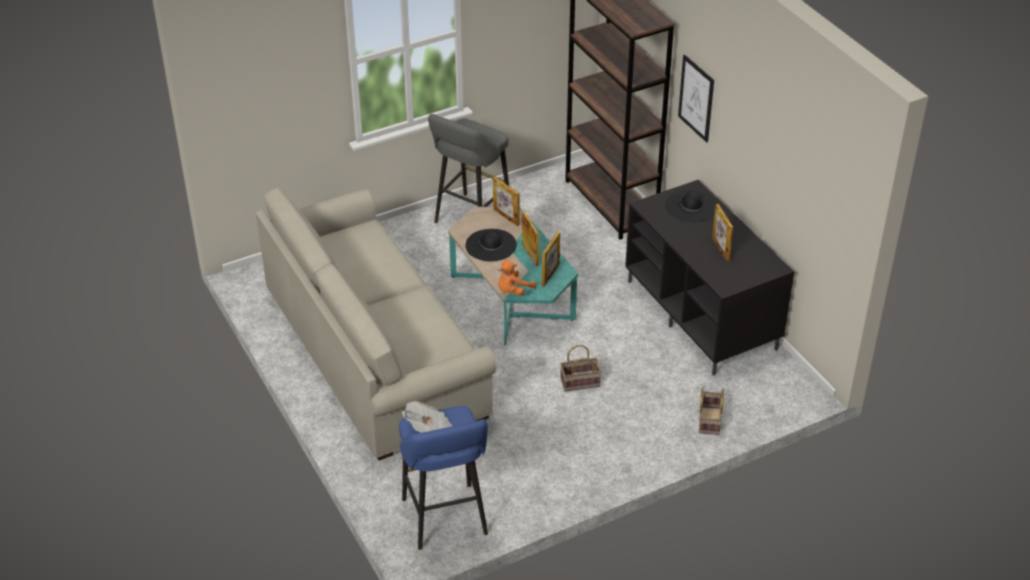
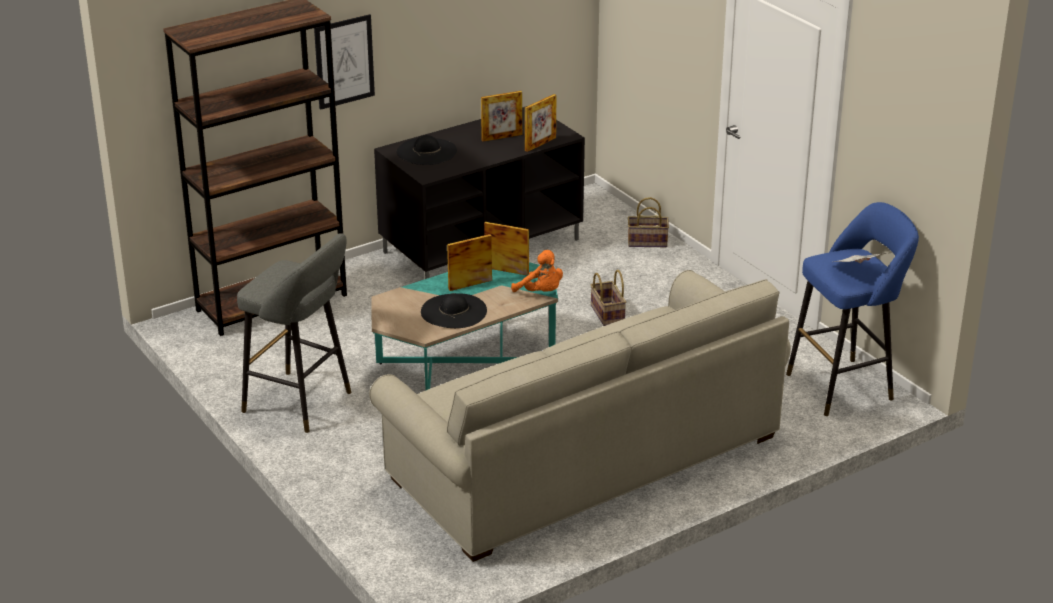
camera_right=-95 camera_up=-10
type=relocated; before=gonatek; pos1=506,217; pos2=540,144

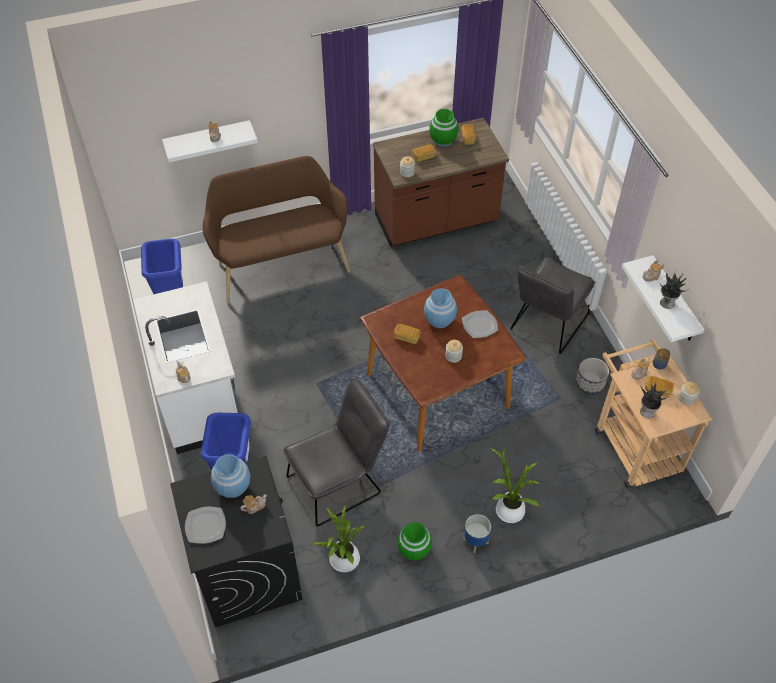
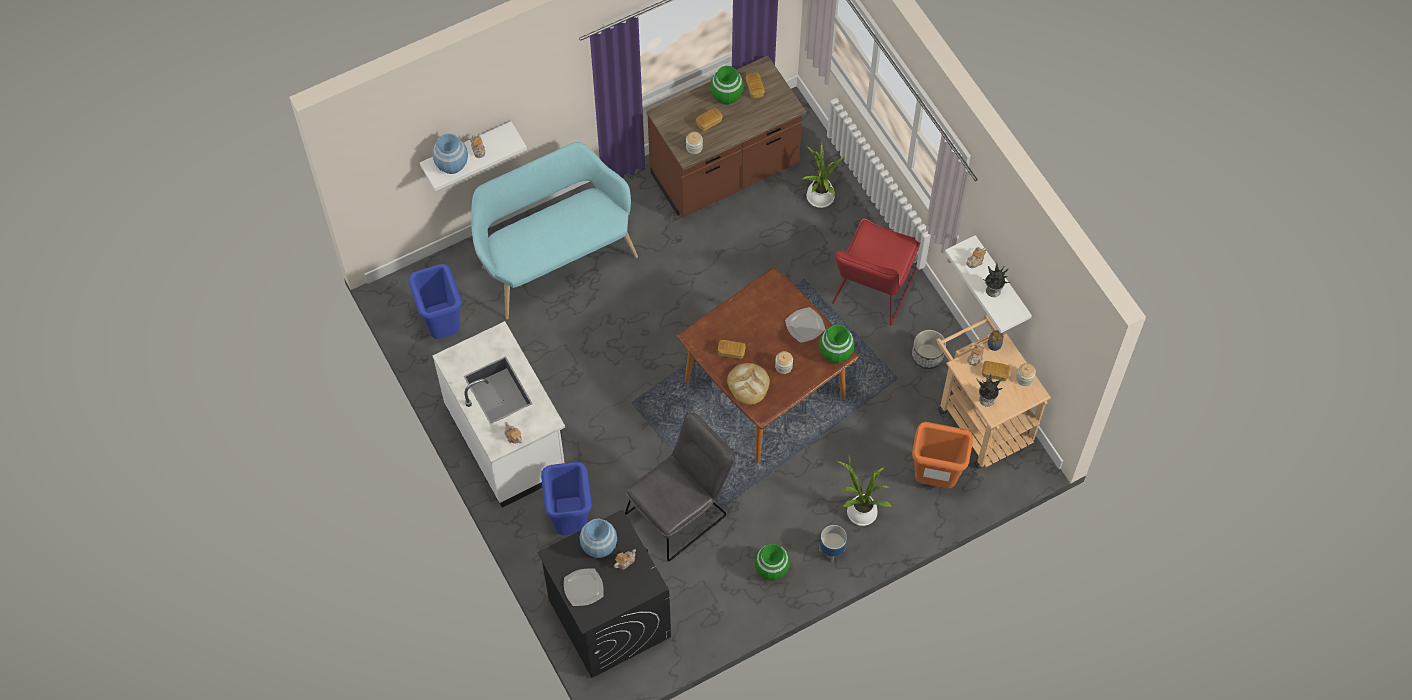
camera_right=-10 camera_up=10
type=colour; before=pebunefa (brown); after=pebunefa (turquoise); pos1=280,264; pos2=554,258
type=relocated; before=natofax; pos1=343,561; pos2=819,199
type=relocated; before=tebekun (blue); pos1=439,320; pos2=451,164
type=colour; before=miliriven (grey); after=miliriven (red); pos1=546,325; pos2=871,291
type=appeared; after=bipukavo; pos2=748,384
type=appeared; after=tebekun (green); pos2=835,352
type=appeared; after=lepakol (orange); pos2=934,479

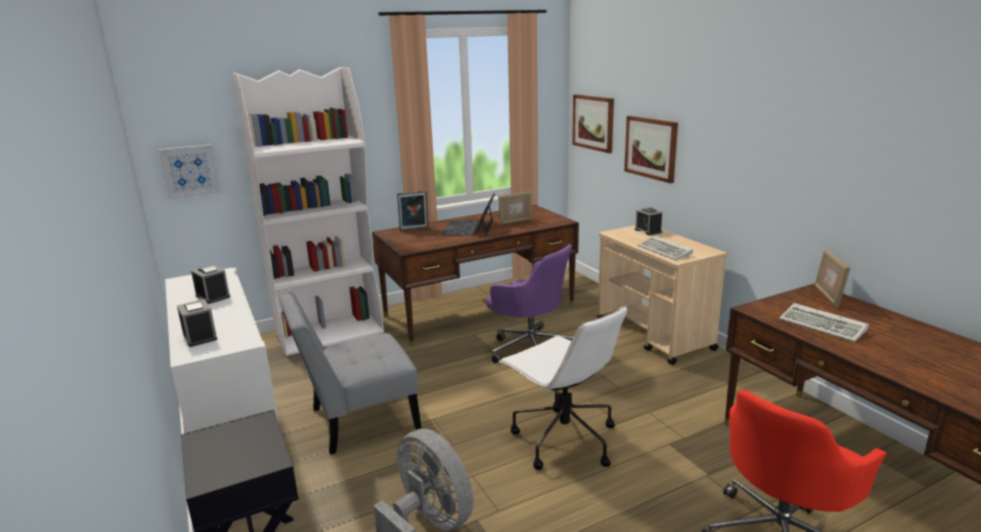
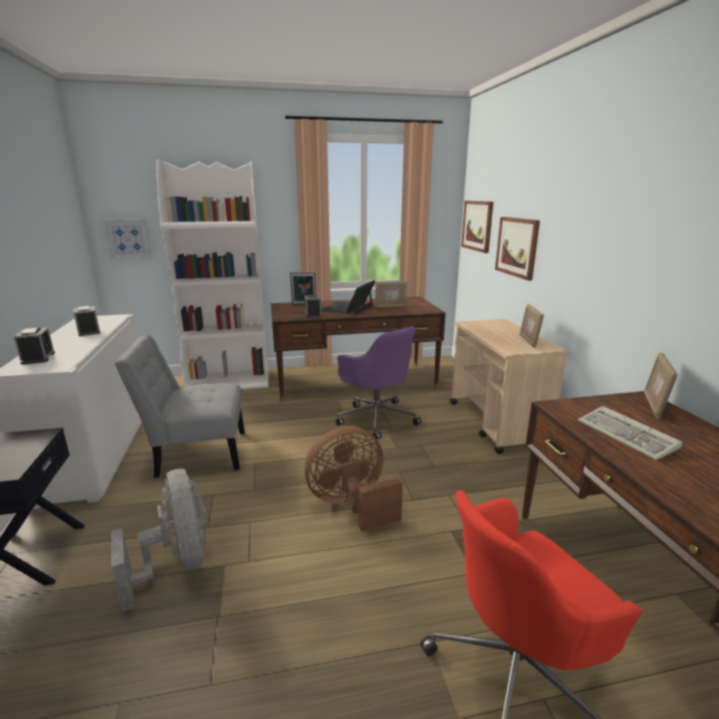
camera_right=15 camera_up=0
type=exchanged; before=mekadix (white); after=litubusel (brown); pos1=563,439; pos2=351,505
type=relocated; before=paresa; pos1=648,231; pos2=313,314
type=missing; before=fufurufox; pos1=665,251
type=appeared; after=gonatek; pos2=528,341

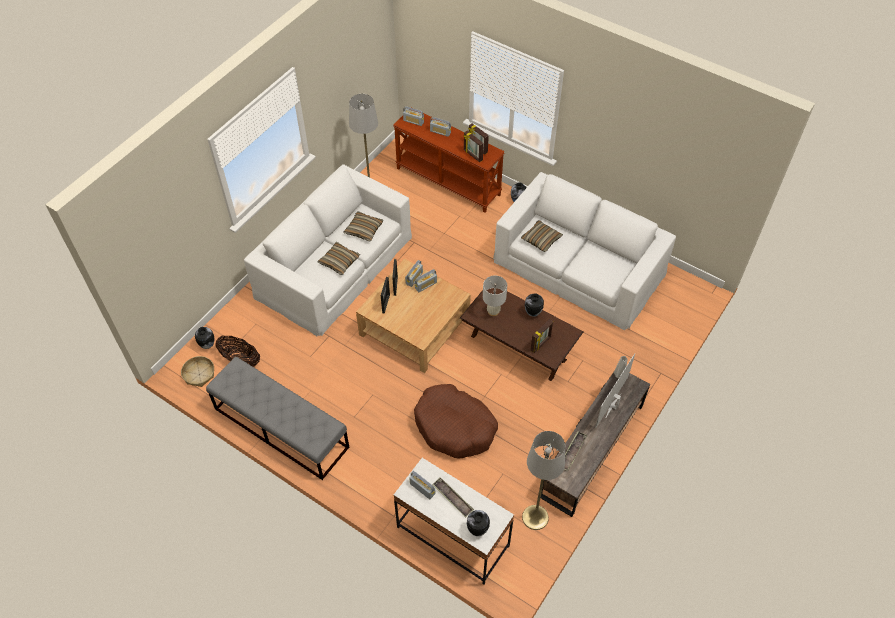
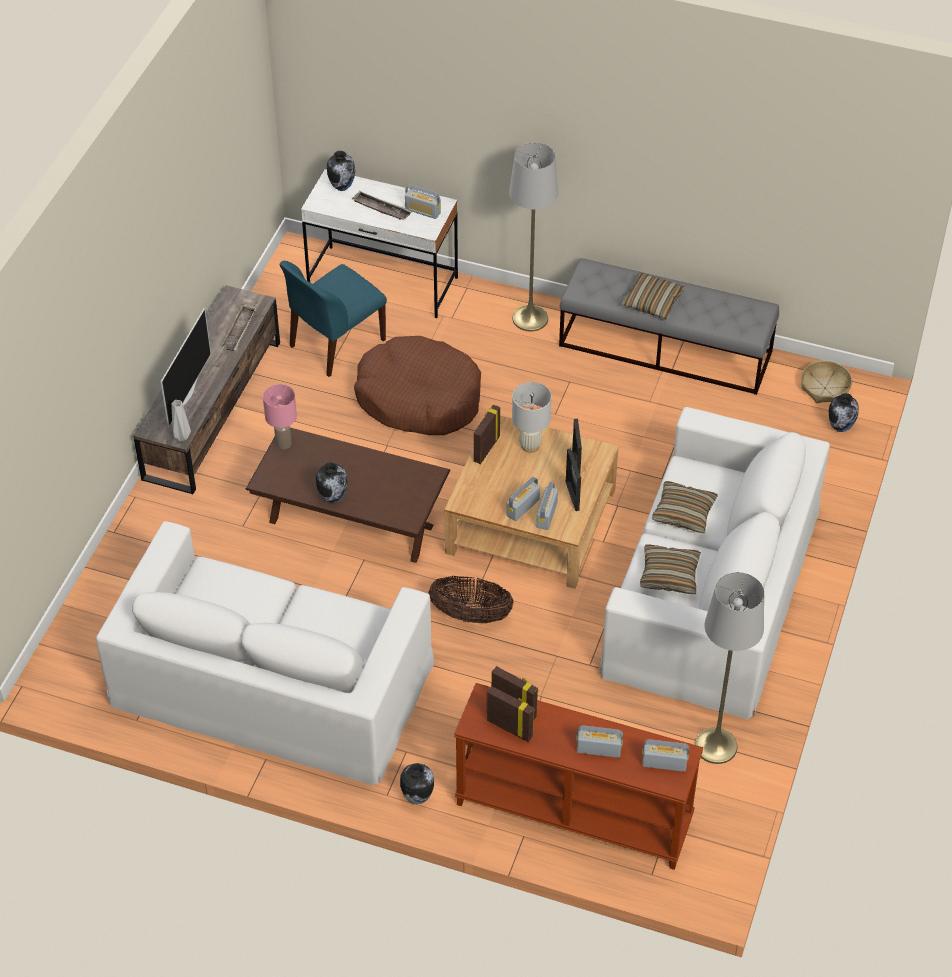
camera_right=165 camera_up=-5
type=relocated; before=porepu; pos1=240,359; pos2=471,615
type=relocated; before=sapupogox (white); pos1=493,311; pos2=530,445
type=relocated; before=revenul; pos1=541,239; pos2=652,302
type=relocated; before=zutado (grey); pos1=535,517; pos2=530,318
type=relocated; before=gonatek; pos1=541,344; pos2=486,449
type=appeared; after=sapupogox (pink); pos2=283,443
type=appeared; after=miliriven (blue); pos2=335,344

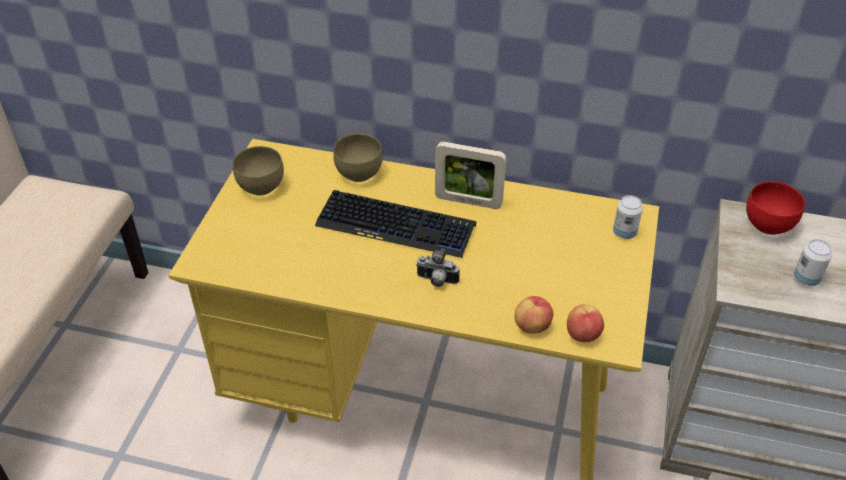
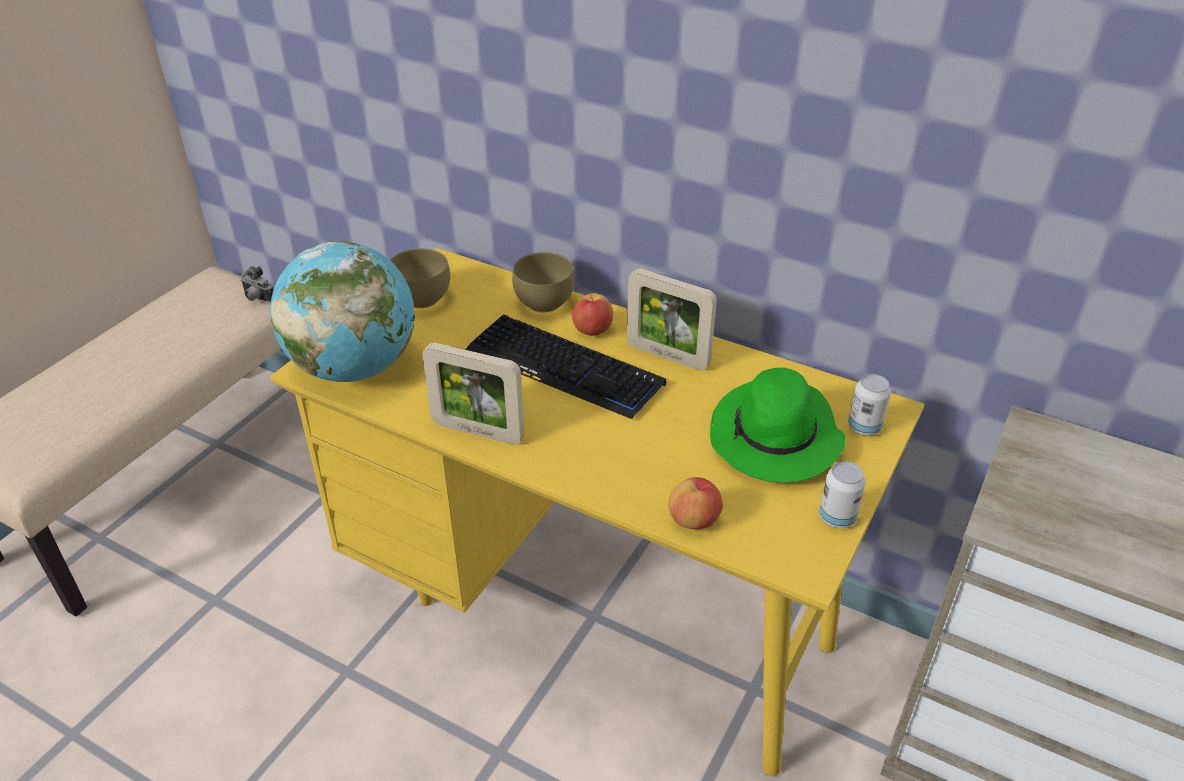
camera_right=15 camera_up=-5
type=relocated; before=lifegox; pos1=436,281; pos2=257,298
type=relocated; before=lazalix; pos1=583,335; pos2=592,331
type=missing; before=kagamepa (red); pos1=770,225
type=relocated; before=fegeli; pos1=806,279; pos2=837,518
type=appeared; after=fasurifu; pos2=354,368
type=appeared; after=gonatek; pos2=477,431
type=appeared; after=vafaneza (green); pos2=775,438

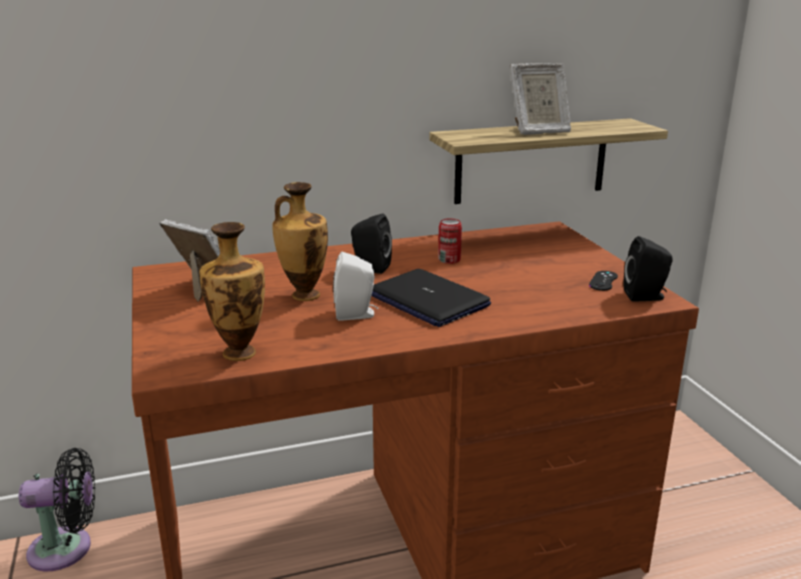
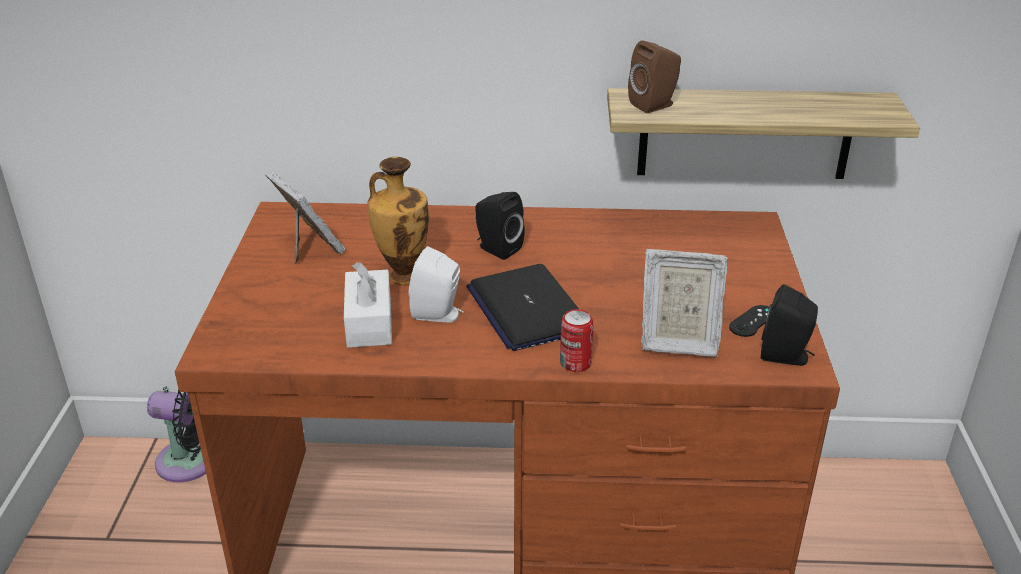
camera_right=20 camera_up=10
type=missing; before=tebekun; pos1=239,352
type=relocated; before=fegeli; pos1=449,260; pos2=575,363
type=relocated; before=gonatek; pos1=538,131; pos2=677,341
type=appeared; after=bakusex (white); pos2=369,322
type=appeared; after=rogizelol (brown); pos2=655,105

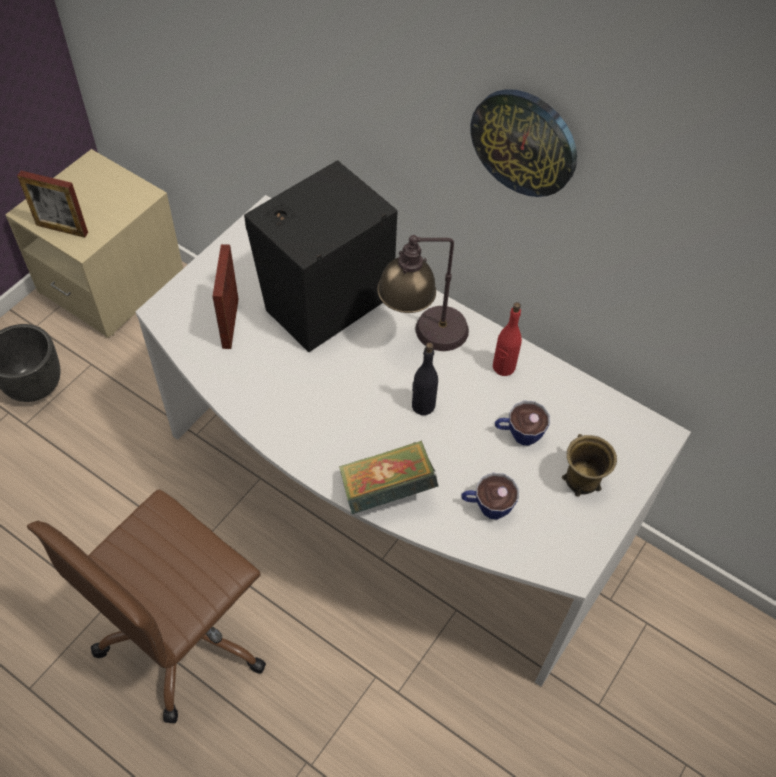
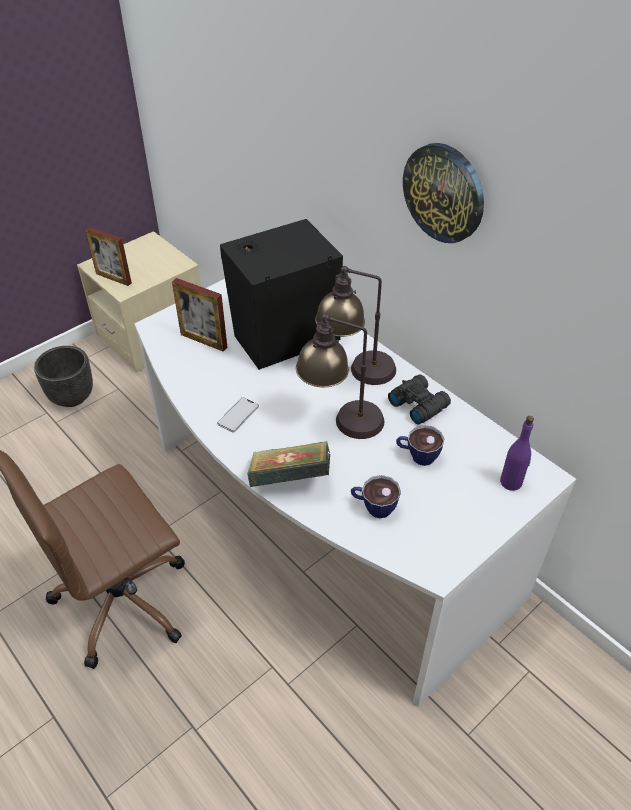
camera_right=15 camera_up=-10
type=spun; before=gonatek; pos1=230,323; pos2=203,341; turn=-75
type=exchanged; before=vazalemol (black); after=sapupogox; pos1=422,405; pos2=340,421
type=exchanged; before=vazalemol (red); after=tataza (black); pos1=503,367; pos2=418,403
type=missing; before=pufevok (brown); pos1=581,480
type=appeared; after=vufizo; pos2=238,415
type=appeared; after=vazalemol (purple); pos2=511,482

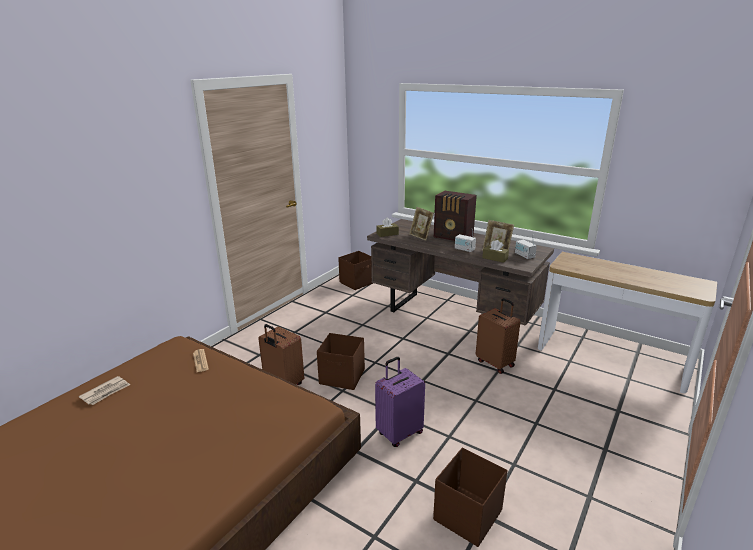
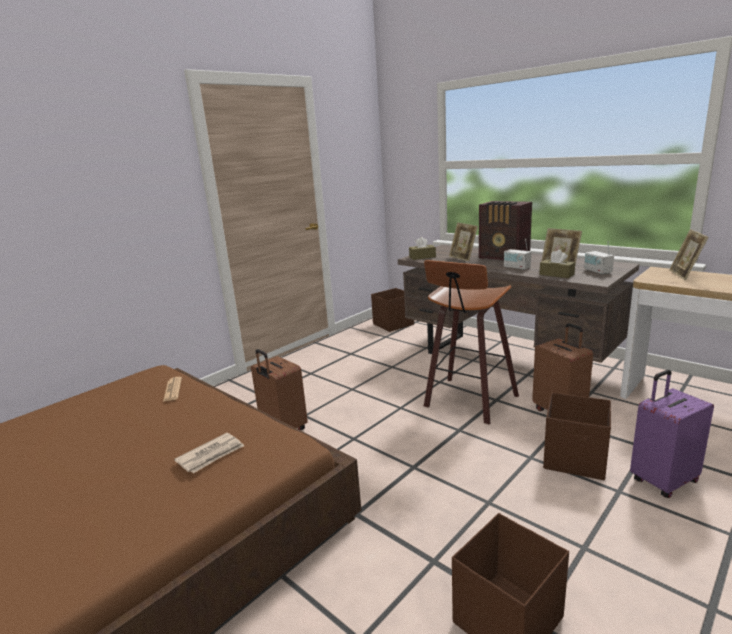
camera_right=10 camera_up=-5
type=relocated; before=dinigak; pos1=106,392; pos2=211,455
type=relocated; before=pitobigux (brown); pos1=342,377; pos2=575,460
type=relocated; before=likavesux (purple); pos1=399,433; pos2=662,480
type=appeared; after=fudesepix; pos2=468,401
type=appeared; after=gonatek; pos2=684,275

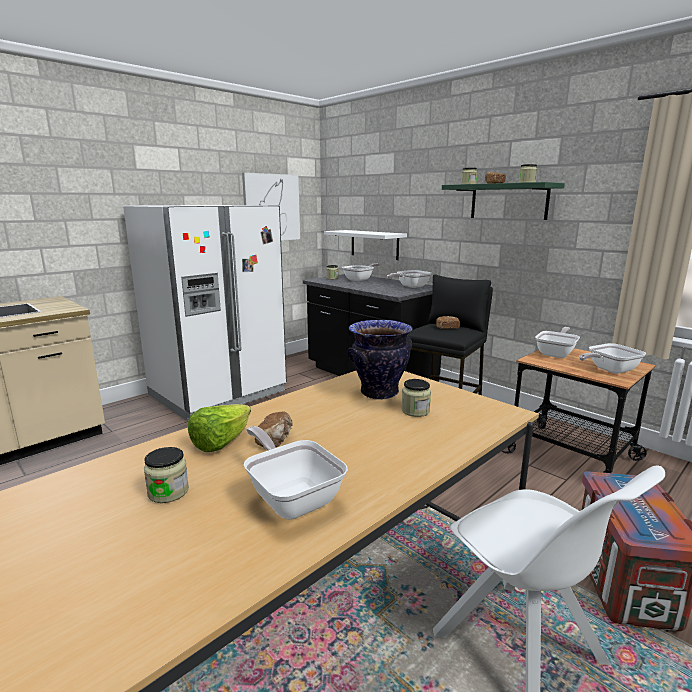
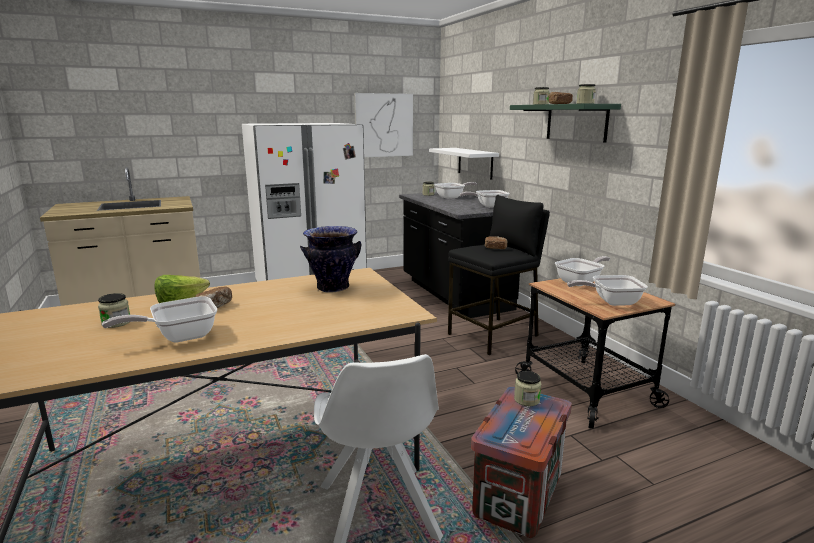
camera_right=20 camera_up=0
type=spun; before=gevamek; pos1=291,497; pos2=178,337; turn=-105
type=relocated; before=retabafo; pos1=415,411; pos2=526,400

